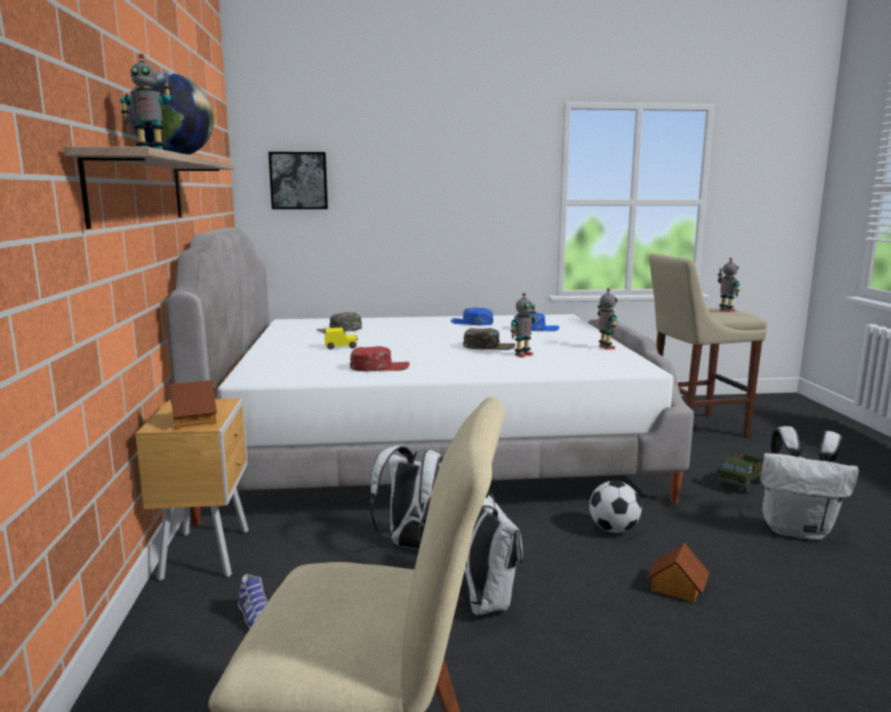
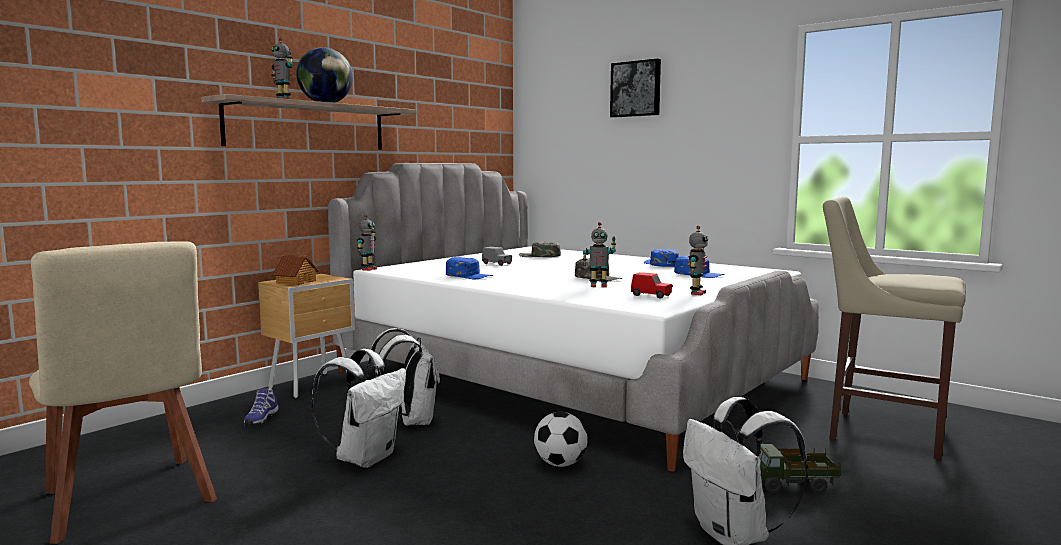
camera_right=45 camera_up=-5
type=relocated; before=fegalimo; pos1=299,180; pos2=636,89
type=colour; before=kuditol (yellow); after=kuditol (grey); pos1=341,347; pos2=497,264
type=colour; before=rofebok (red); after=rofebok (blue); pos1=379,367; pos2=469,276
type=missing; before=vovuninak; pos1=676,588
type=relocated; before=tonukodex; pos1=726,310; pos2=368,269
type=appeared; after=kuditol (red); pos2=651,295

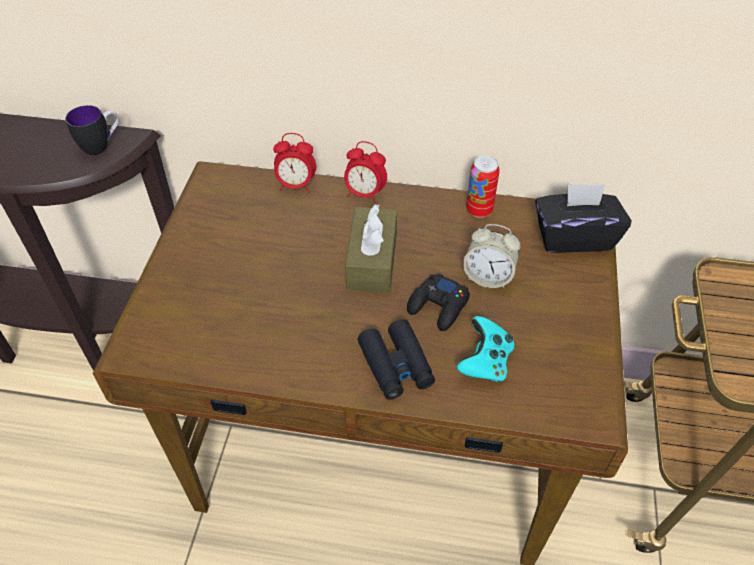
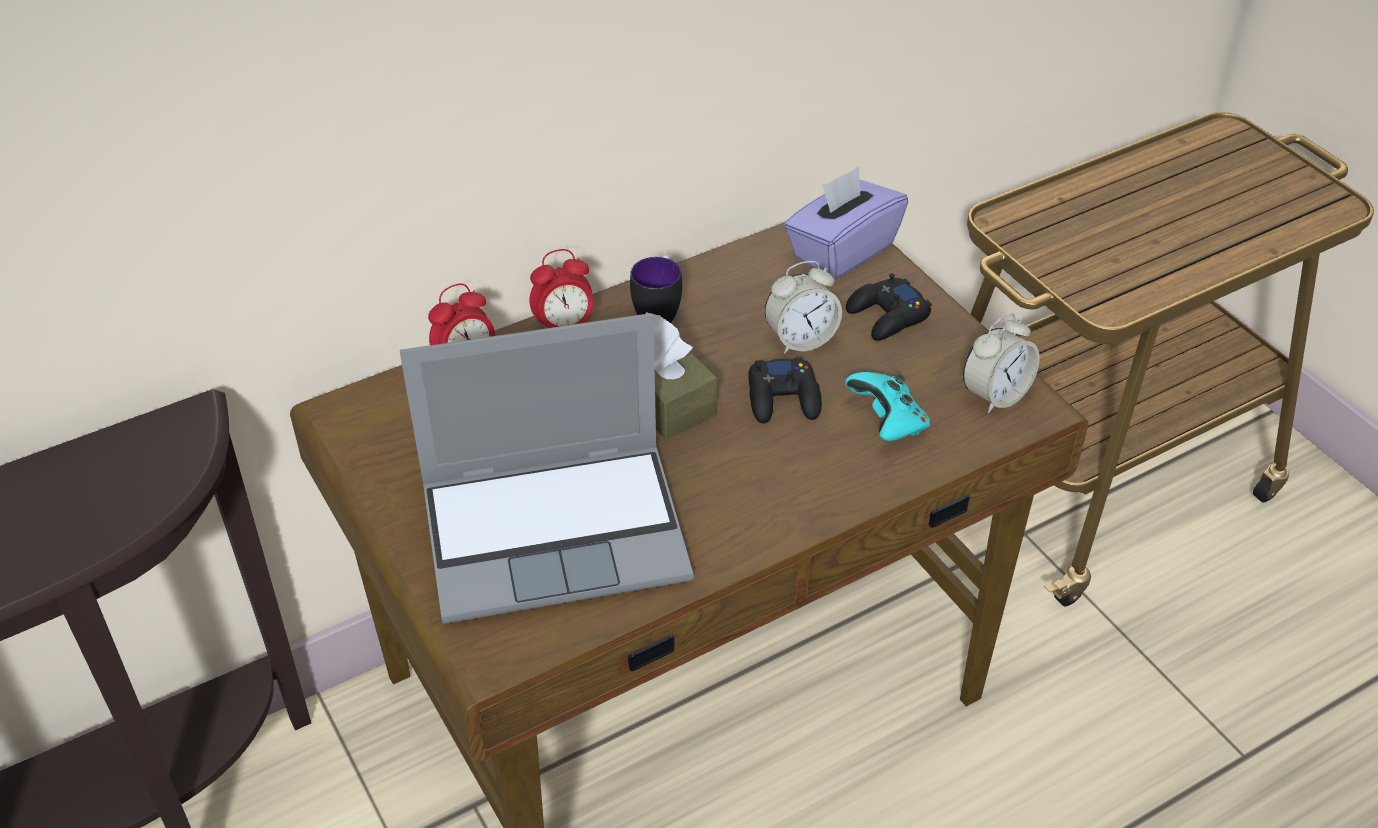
camera_right=-40 camera_up=-5
type=relocated; before=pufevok; pos1=102,146; pos2=659,312
type=missing; before=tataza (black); pos1=396,366
type=missing; before=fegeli; pos1=479,210
type=colour; before=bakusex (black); after=bakusex (purple); pos1=574,237; pos2=842,251
type=appeared; after=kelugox; pos2=558,531
type=appeared; after=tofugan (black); pos2=887,316
type=appeared; after=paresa; pos2=995,395

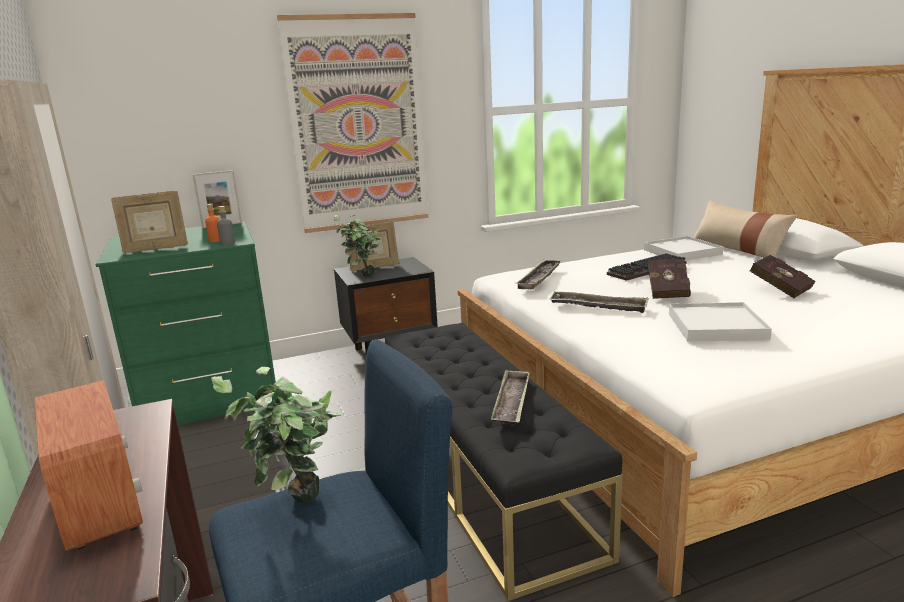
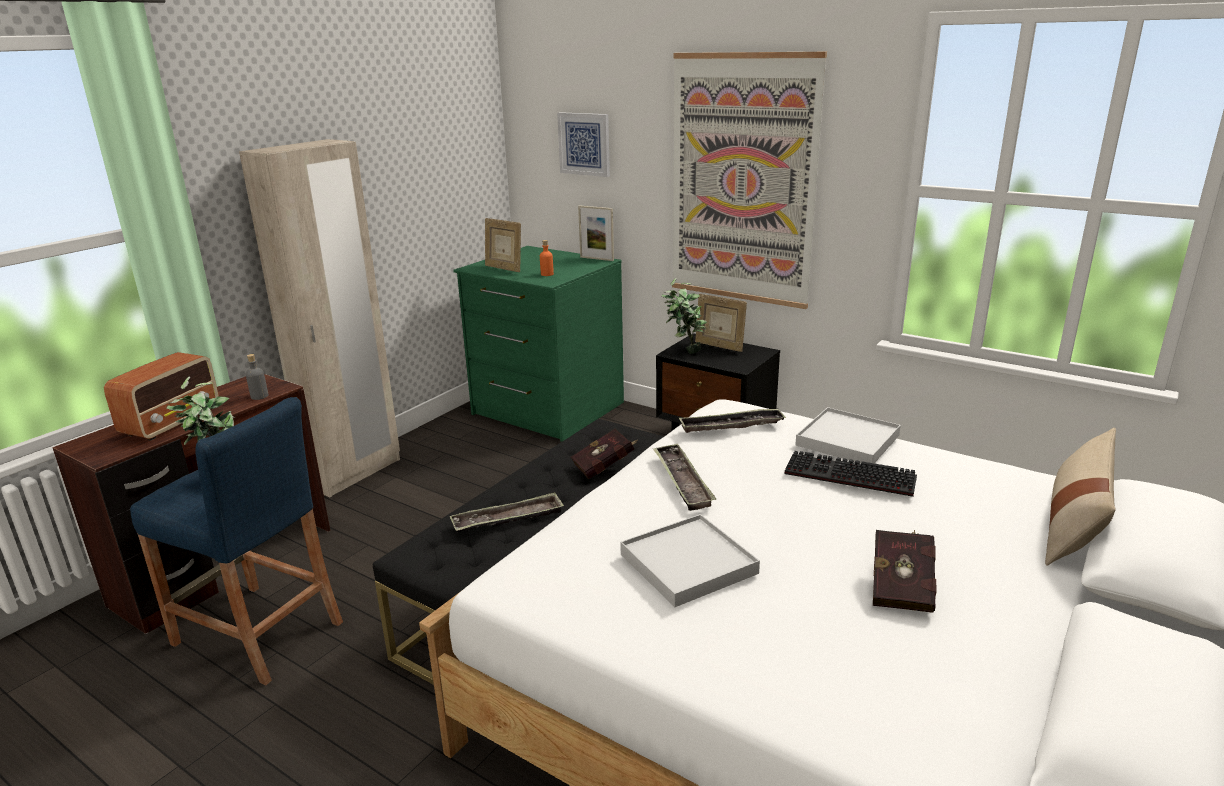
camera_right=55 camera_up=5
type=relocated; before=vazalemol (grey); pos1=227,243; pos2=259,396
type=relocated; before=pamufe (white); pos1=682,252; pos2=847,440
type=relocated; before=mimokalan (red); pos1=668,291; pos2=605,467
type=appeared; after=fegalimo; pos2=584,144

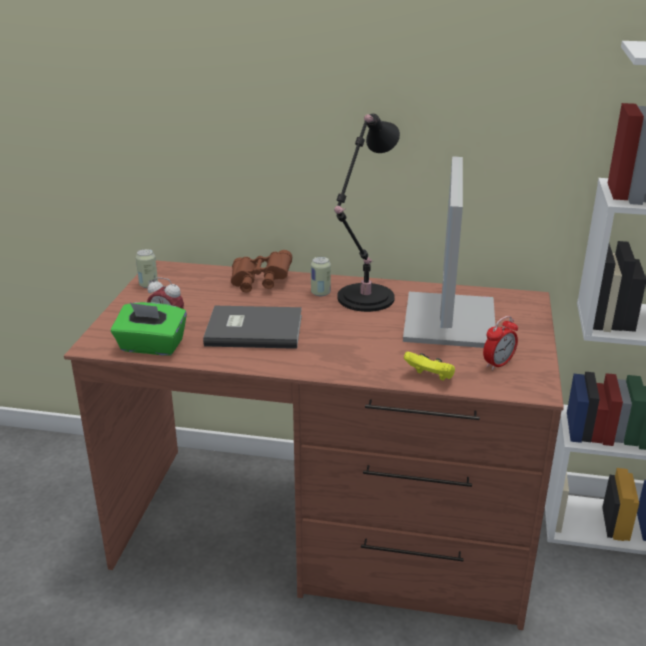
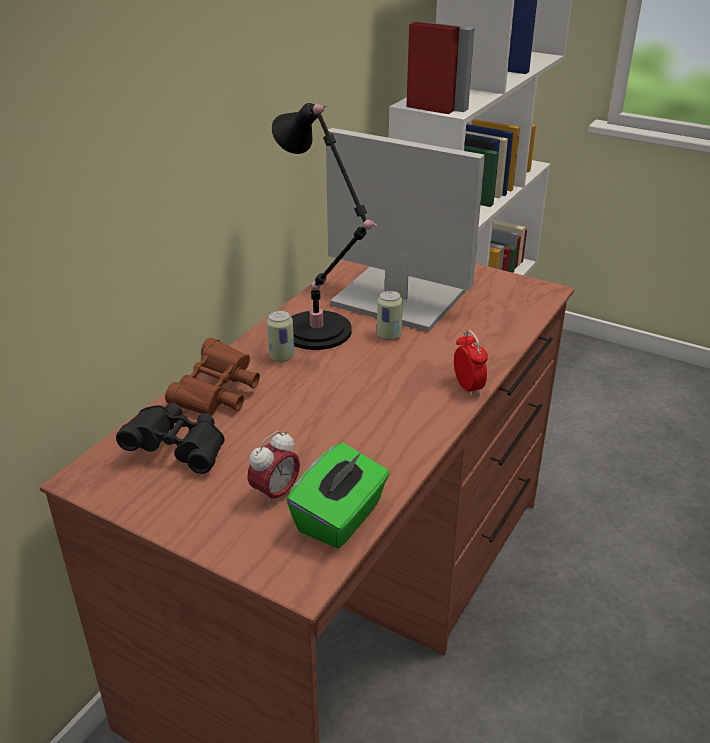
camera_right=-70 camera_up=5
type=relocated; before=fegeli; pos1=148,285; pos2=389,335
type=missing; before=mimokalan (grey); pos1=253,329
type=missing; before=tofugan (yellow); pos1=430,377
type=relocated; before=paresa; pos1=498,364; pos2=468,387
type=appeared; after=tataza (black); pos2=179,450

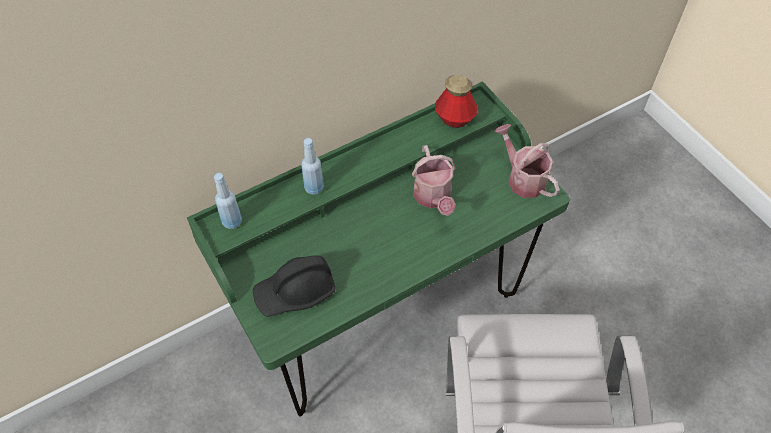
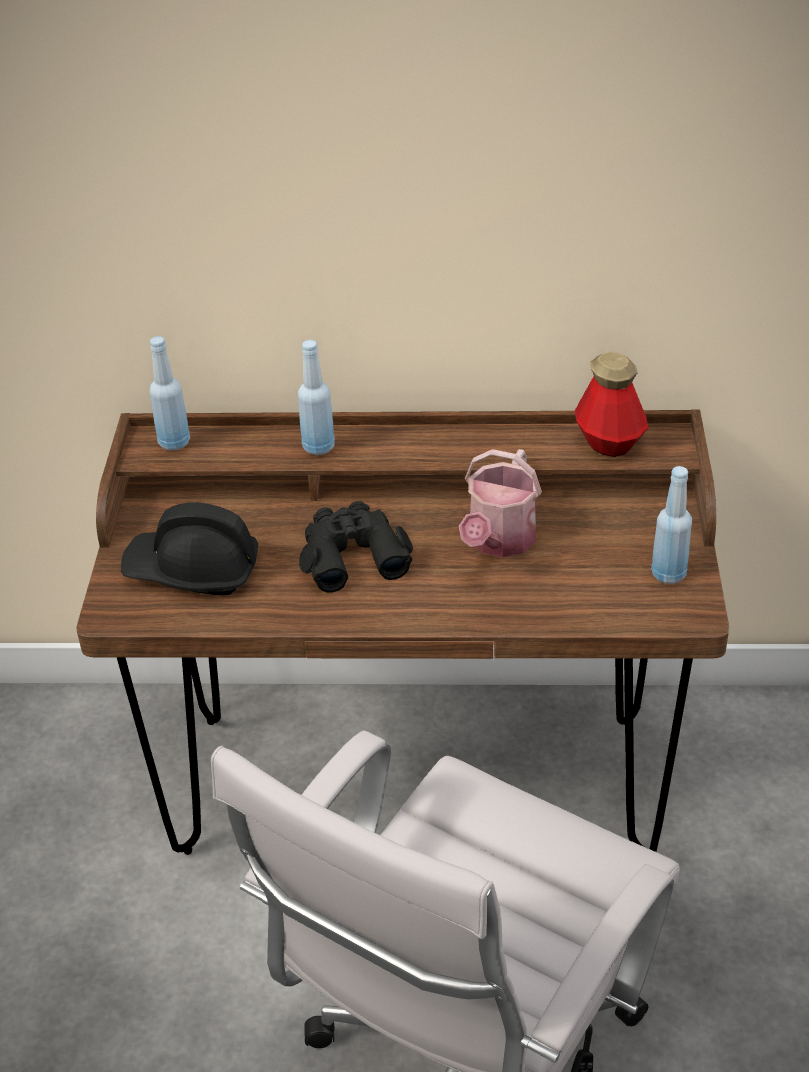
camera_right=35 camera_up=-15
type=colour; before=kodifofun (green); after=kodifofun (brown); pos1=384,314; pos2=415,783
type=exchanged; before=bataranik; after=vazalemol (blue); pos1=522,178; pos2=669,574
type=appeared; after=tataza (black); pos2=352,554

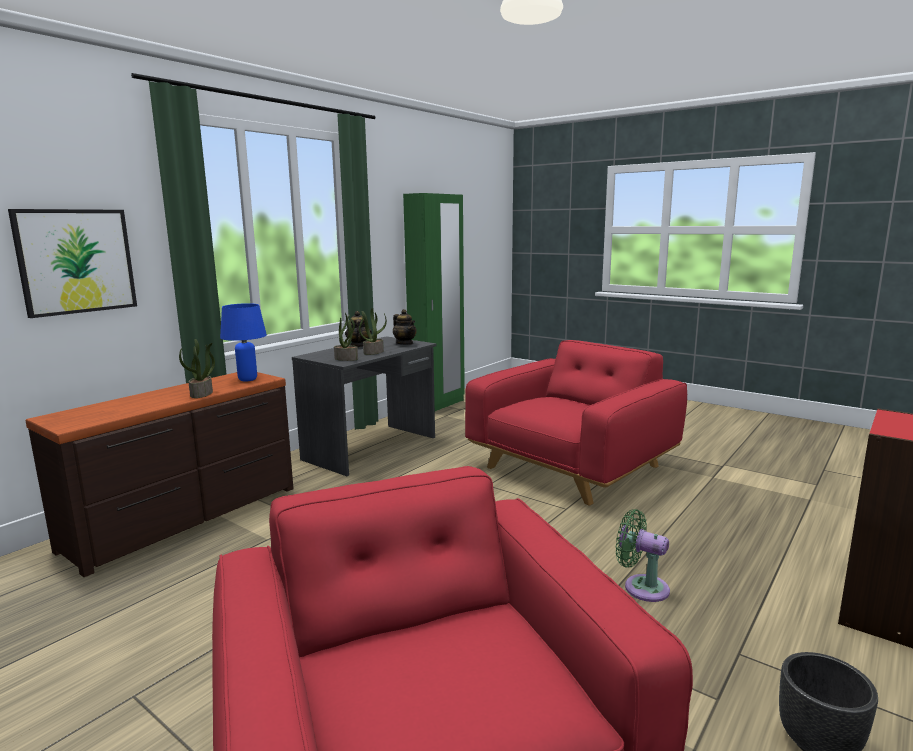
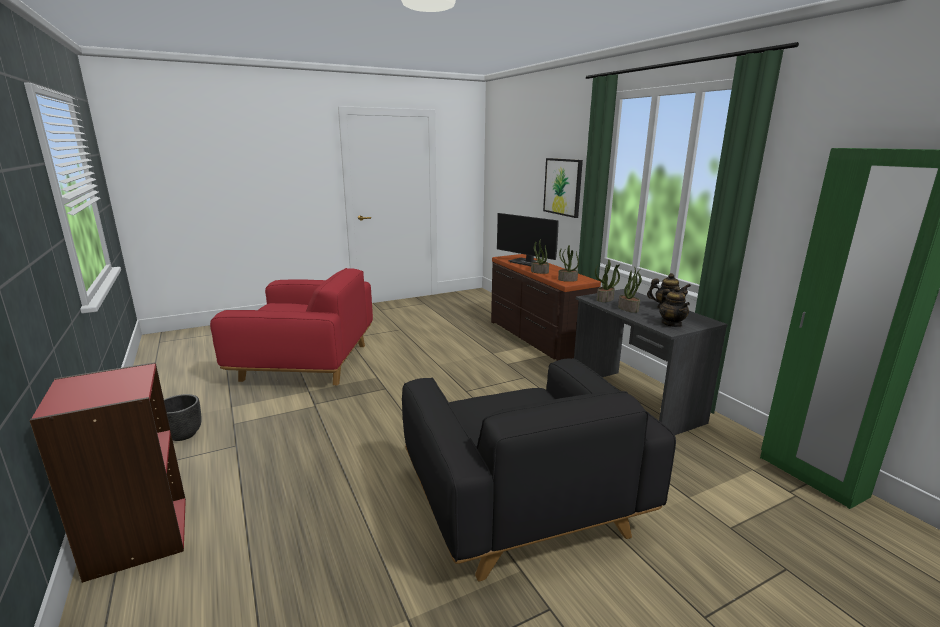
camera_right=115 camera_up=5
type=exchanged; before=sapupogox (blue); after=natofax; pos1=248,379; pos2=567,280
type=spun; before=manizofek; pos1=405,343; pos2=671,324; turn=-90
type=colour; before=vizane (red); after=vizane (black); pos1=572,467; pos2=521,501
type=missing; before=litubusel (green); pos1=641,587
type=appeared; after=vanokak; pos2=528,263

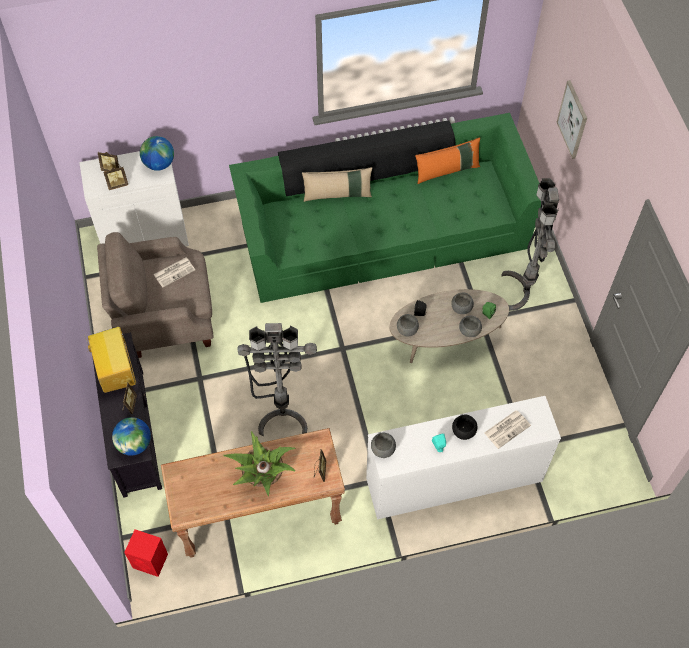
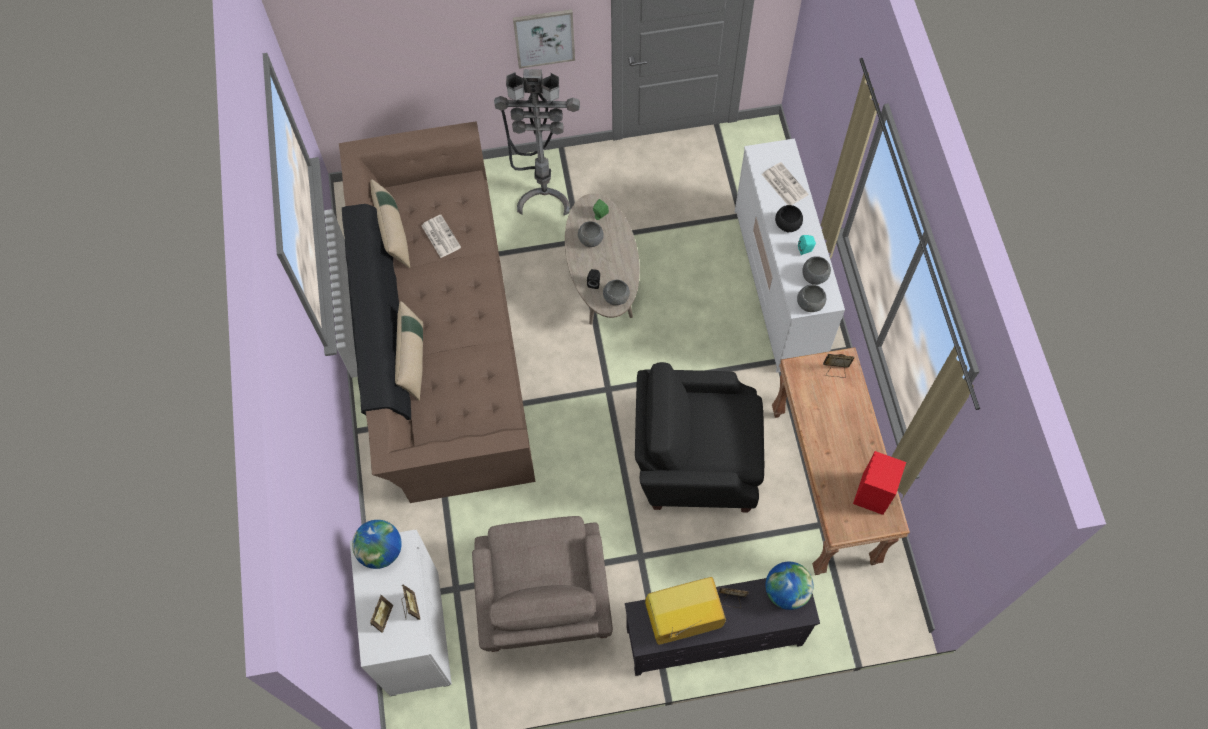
camera_right=-85 camera_up=5
type=relocated; before=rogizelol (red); pos1=151,561; pos2=873,492
type=relocated; before=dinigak; pos1=174,272; pos2=440,236
type=missing; before=natofax; pos1=262,476
type=colour; before=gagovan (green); after=gagovan (brown); pos1=383,229; pos2=440,334
type=exchanged; before=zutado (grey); after=vizane (black); pos1=282,415; pos2=695,459
type=colour; before=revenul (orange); after=revenul (beige); pos1=447,171; pos2=394,234
type=relocated; before=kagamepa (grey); pos1=469,331; pos2=815,276
type=relocated; before=fegalimo; pos1=573,119; pos2=544,38

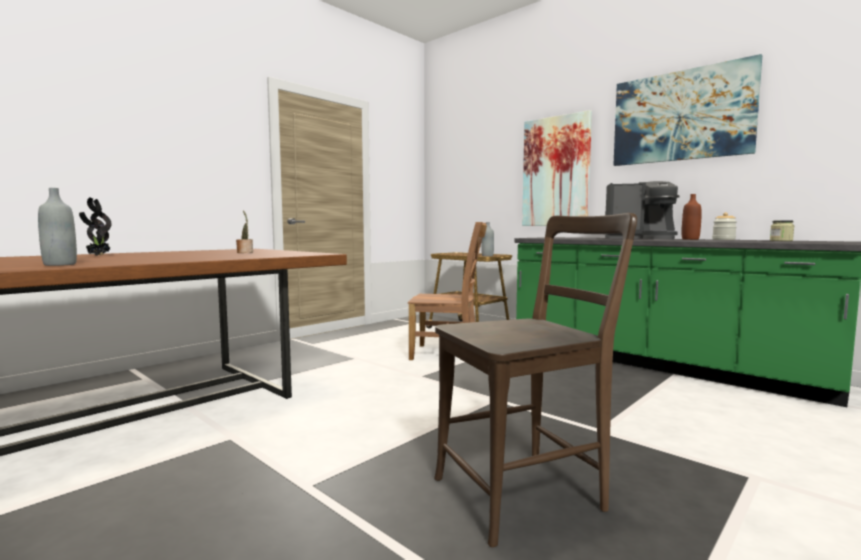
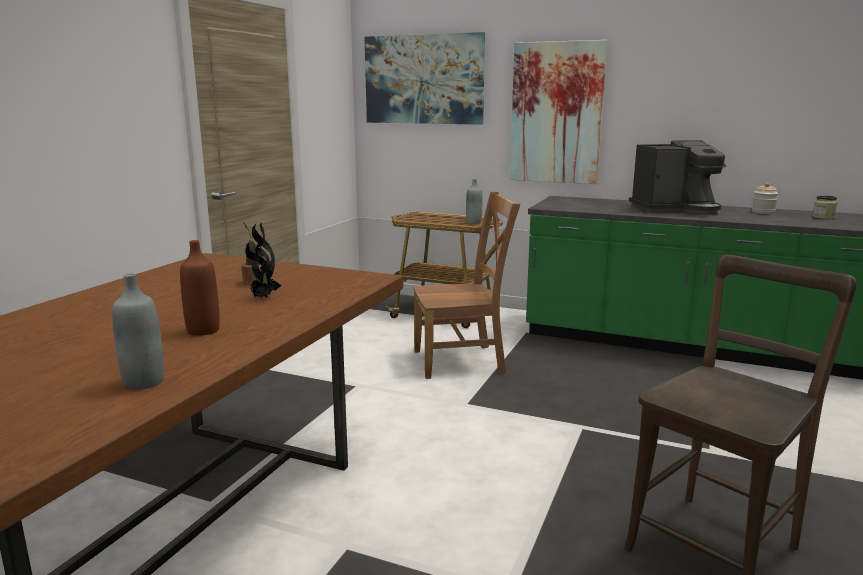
camera_right=-20 camera_up=10
type=relocated; before=natofax; pos1=98,256; pos2=263,297
type=relocated; before=fegalimo; pos1=681,116; pos2=424,79
type=relocated; before=vazalemol (brown); pos1=690,239; pos2=203,330

